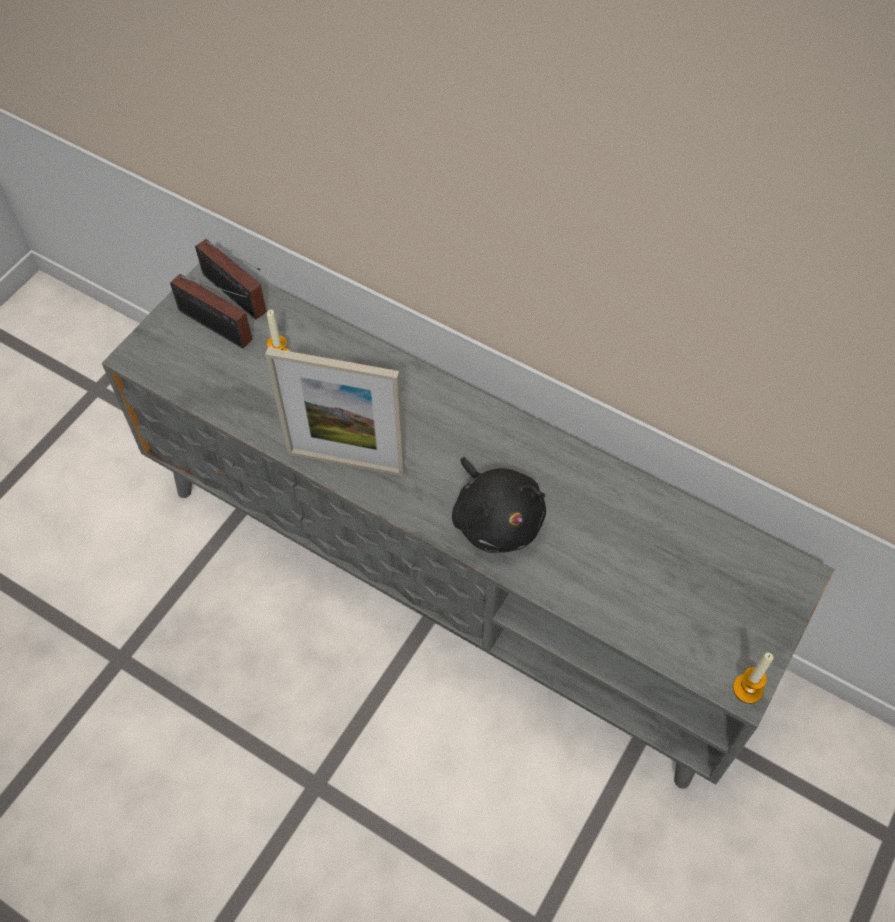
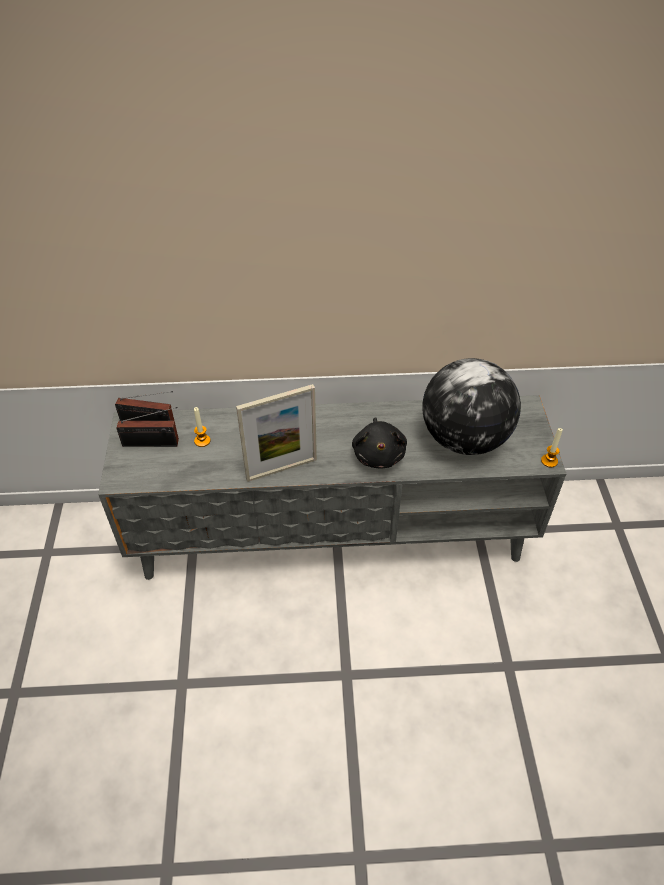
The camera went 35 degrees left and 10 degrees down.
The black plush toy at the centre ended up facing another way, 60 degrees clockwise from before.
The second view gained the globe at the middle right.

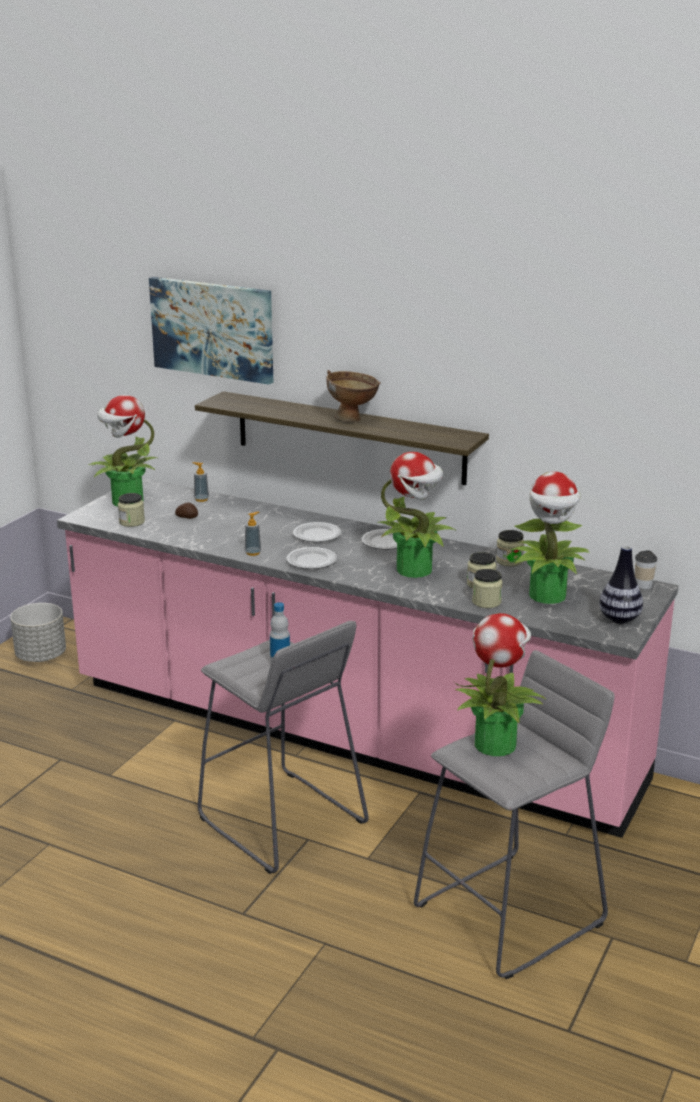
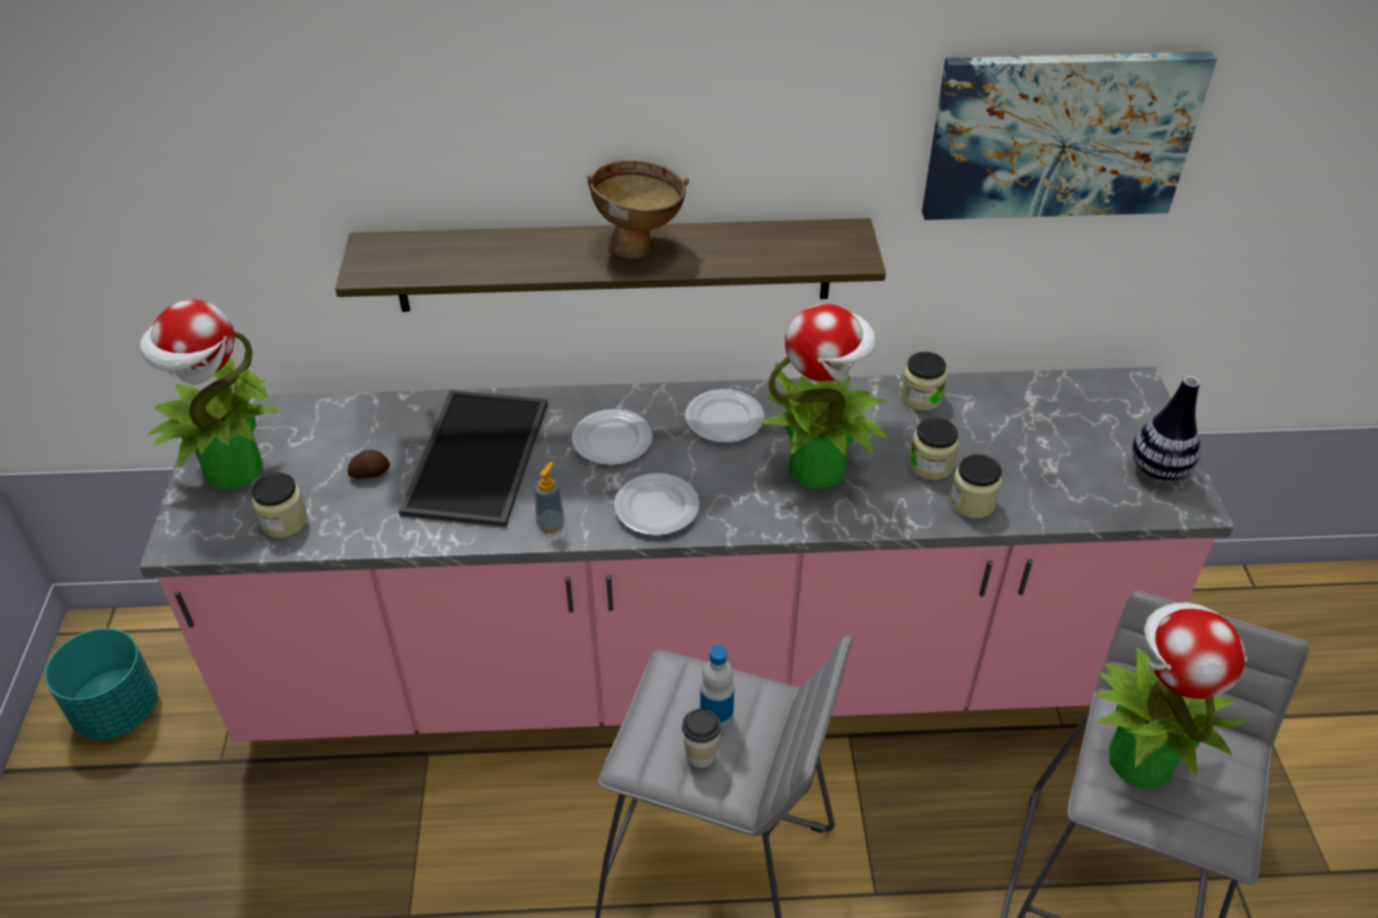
The camera went 30 degrees left and 20 degrees up.
What was the grey planter at the middle left turned into the turquoise planter at the bottom left.
The second view gained the tray at the centre.
The cup ended up elsewhere, having gone from the middle right to the bottom centre.
The picture ended up elsewhere, having gone from the top left to the top right.
The second view lost the soap dispenser (no. 1 from left) at the middle left.
The second view lost the potted plant (no. 4 from left) at the middle right.

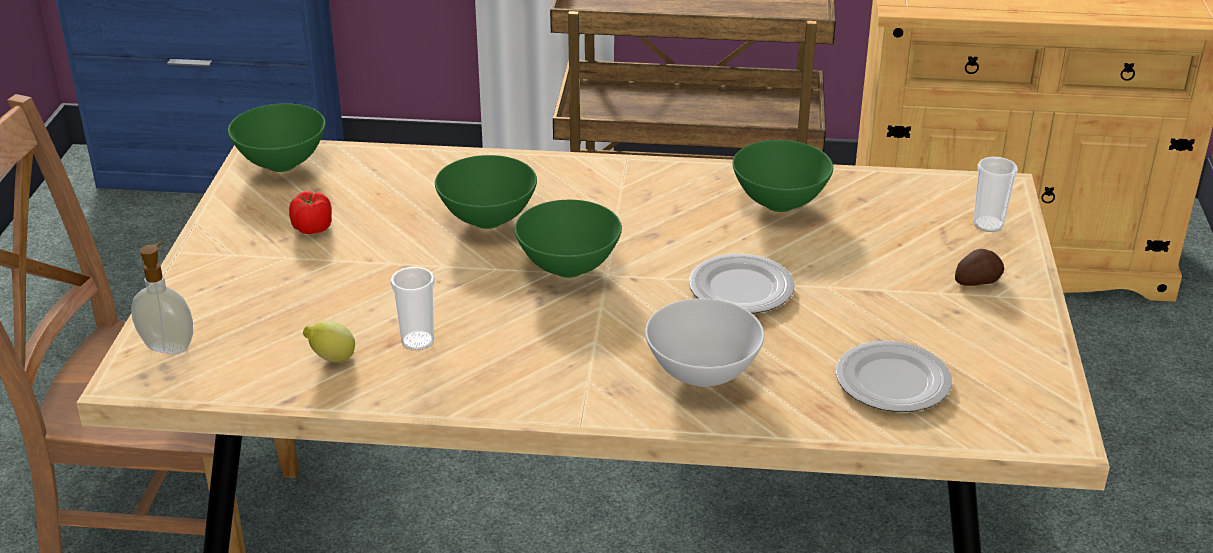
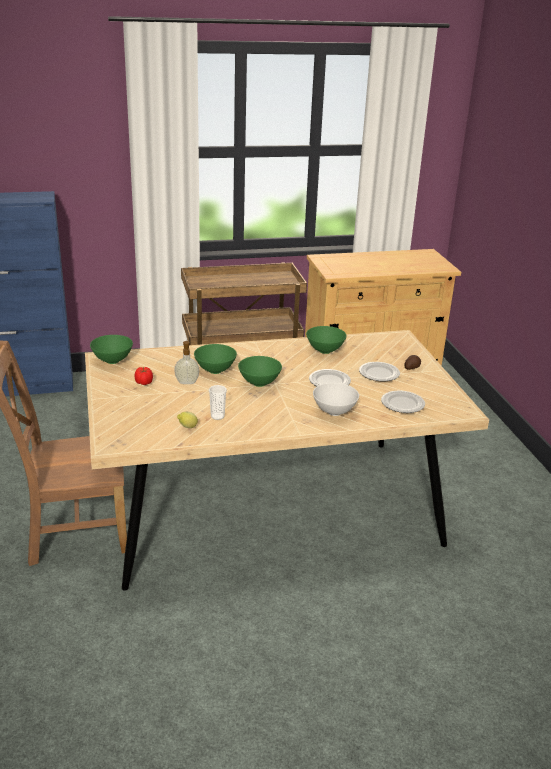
The camera went 20 degrees left and 5 degrees down.
The soap dispenser ended up elsewhere, having gone from the middle left to the centre.
The second view gained the plate (no. 2 from left) at the middle right.
The second view lost the cup (no. 2 from left) at the middle right.

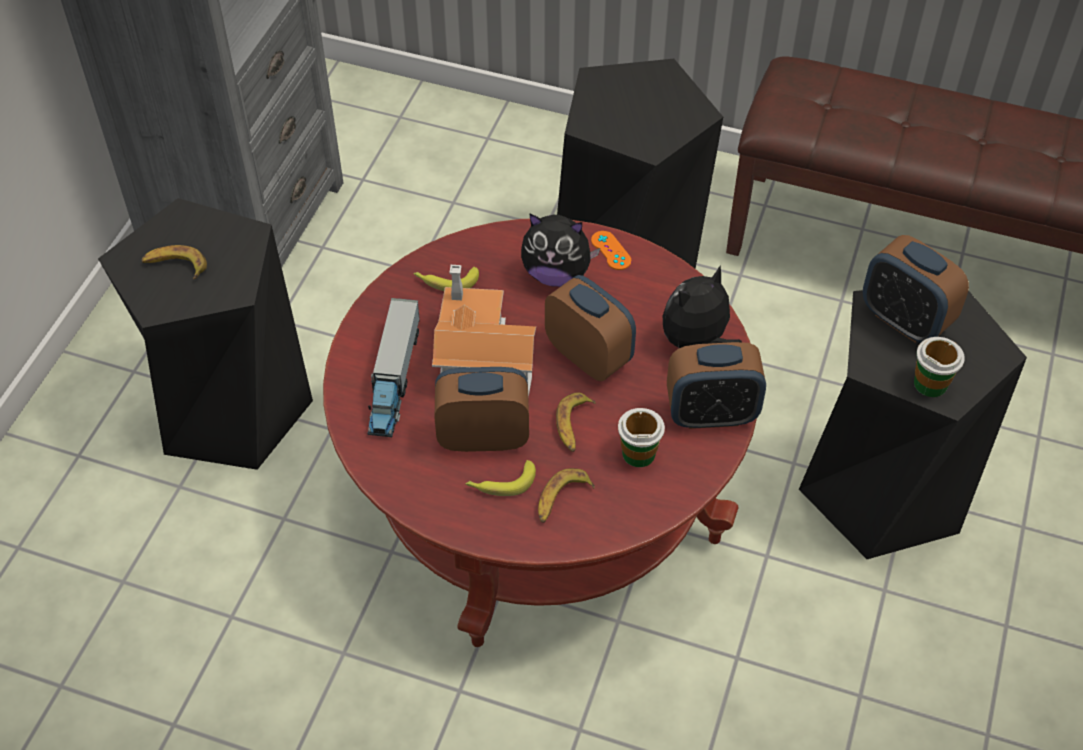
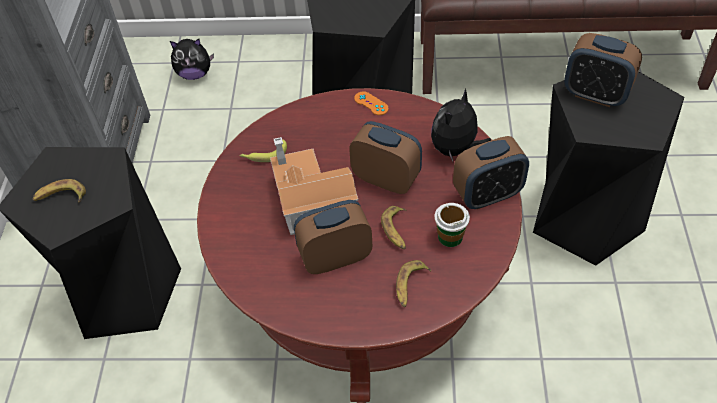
The camera went 15 degrees left and 0 degrees up.
The plush toy (no. 1 from left) ended up elsewhere, having gone from the centre to the top left.
The second view lost the toy truck at the centre.
The second view lost the banana (no. 3 from left) at the centre.
The second view lost the cup (no. 2 from left) at the middle right.

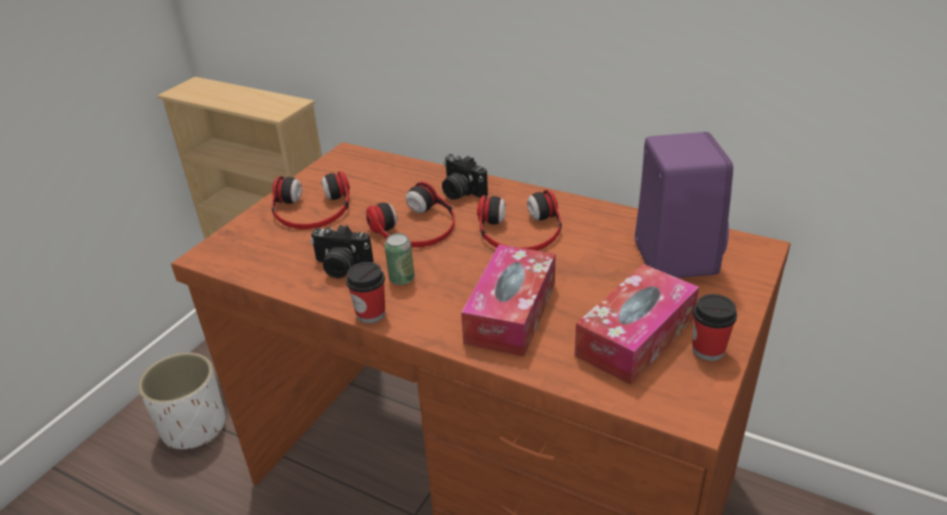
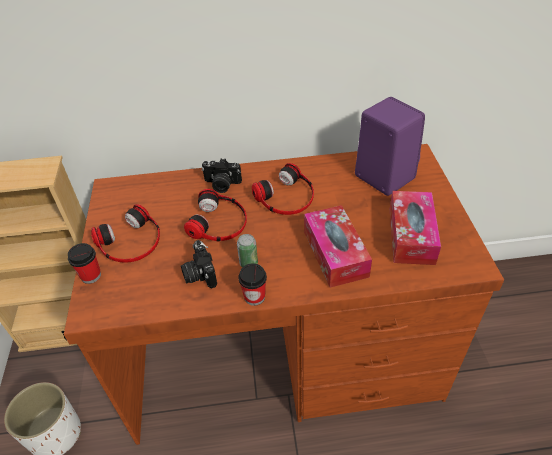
The camera went 35 degrees left and 10 degrees up.
The cup (no. 2 from left in the first image) ended up elsewhere, having gone from the middle right to the middle left.
The photo camera (no. 1 from left) at the centre ended up facing another way, 90 degrees clockwise from before.

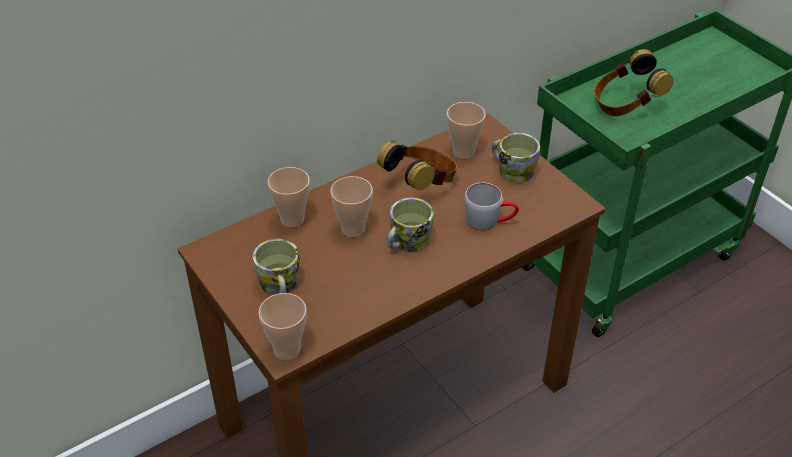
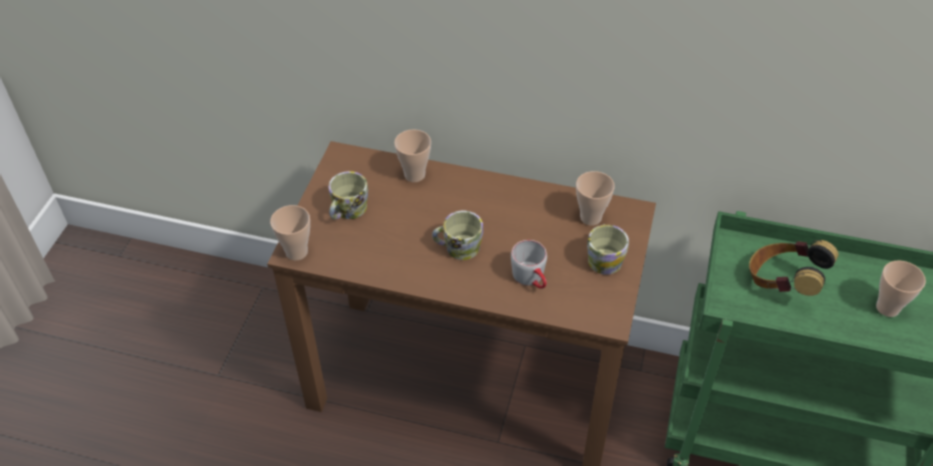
The camera went 50 degrees right and 5 degrees up.
The cup (no. 3 from left in the first image) ended up elsewhere, having gone from the centre to the middle right.
The second view lost the headphones (no. 1 from left) at the centre.

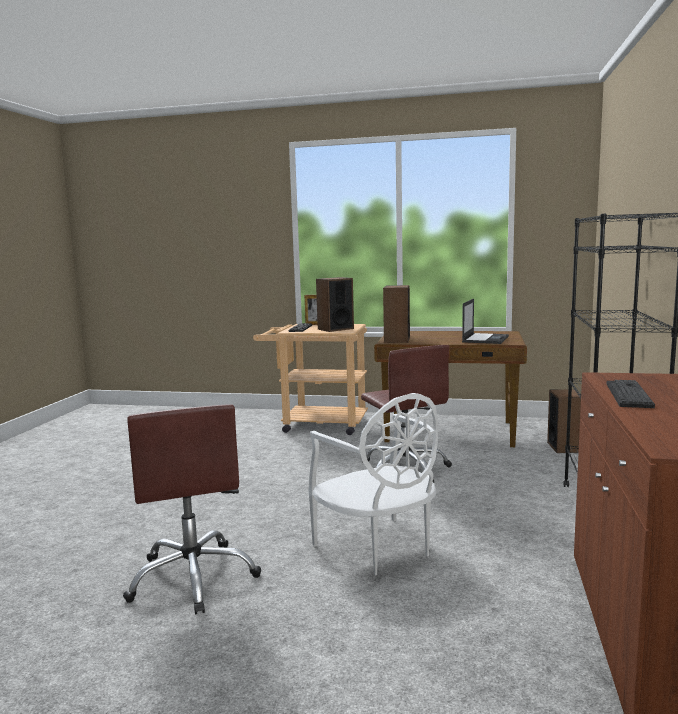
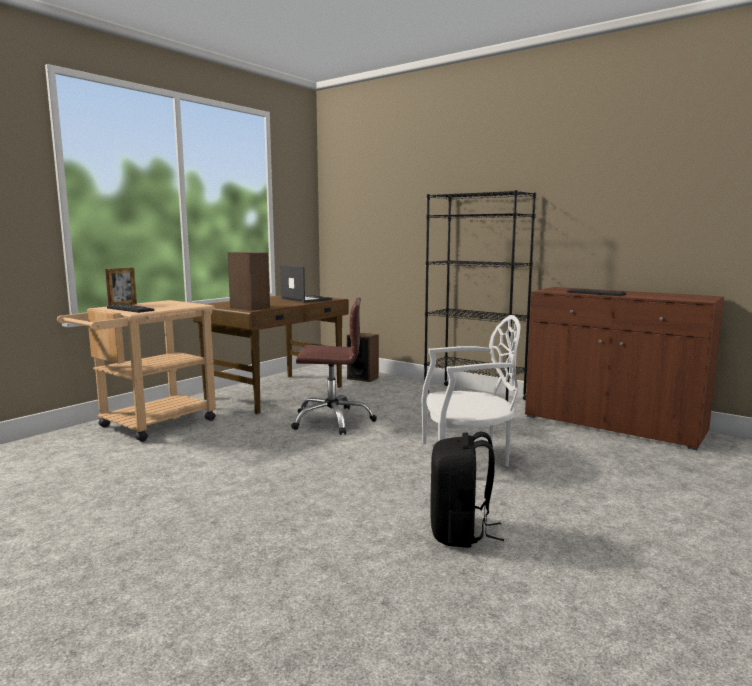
The camera went 65 degrees left and 0 degrees up.
Where the brown office chair (no. 1 from left) stood at the bottom left, the black backpack came to stand at the bottom centre.
The second view lost the speaker (no. 1 from left) at the centre.

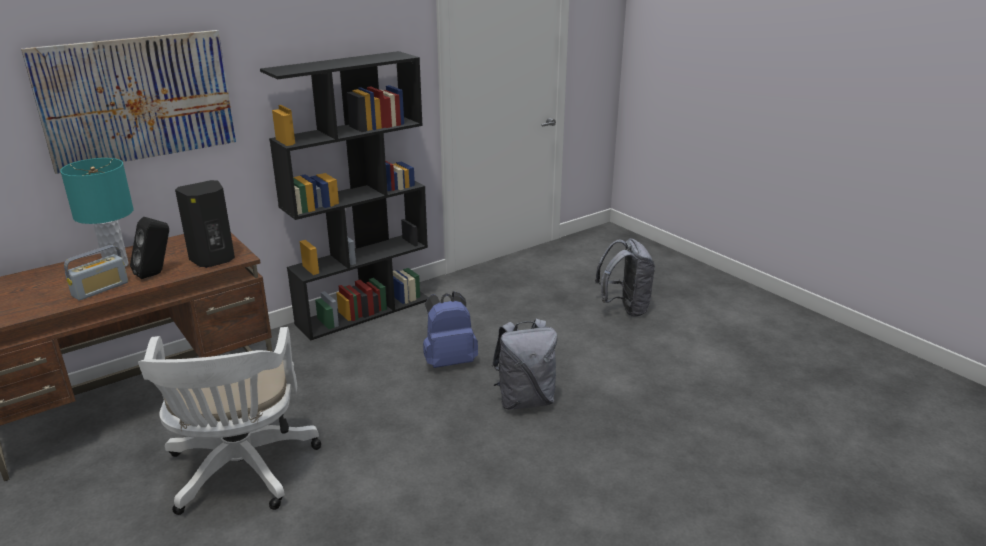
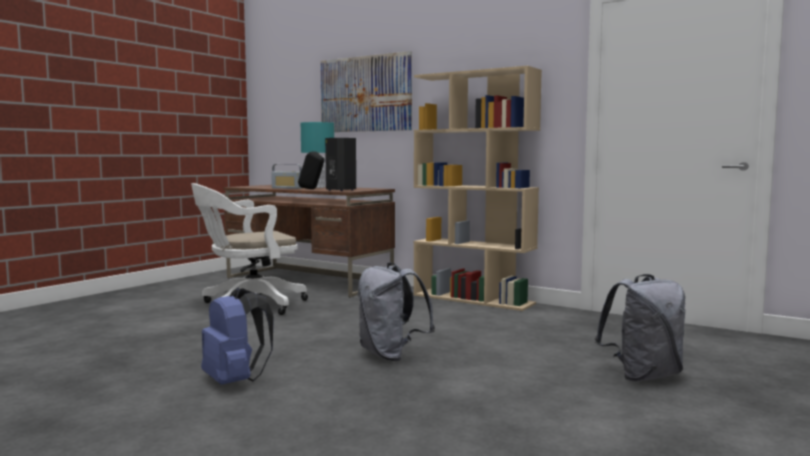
The camera went 70 degrees right and 20 degrees down.
The blue backpack ended up elsewhere, having gone from the centre to the bottom left.
What was the black bookcase at the centre turned into the beige bookcase at the centre.

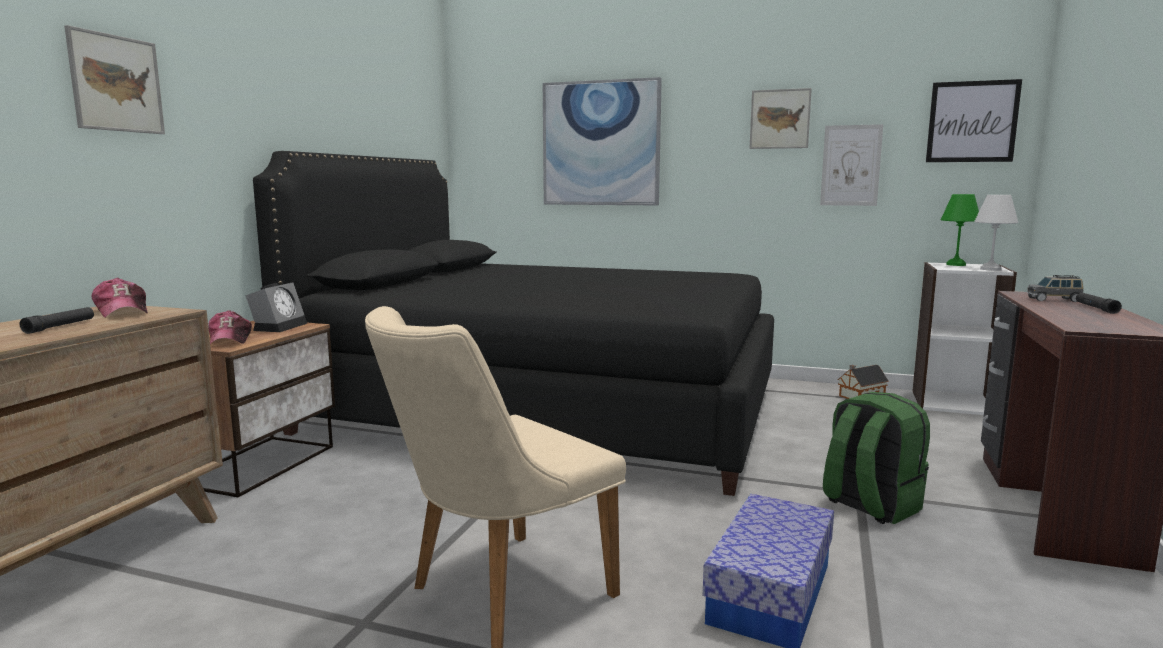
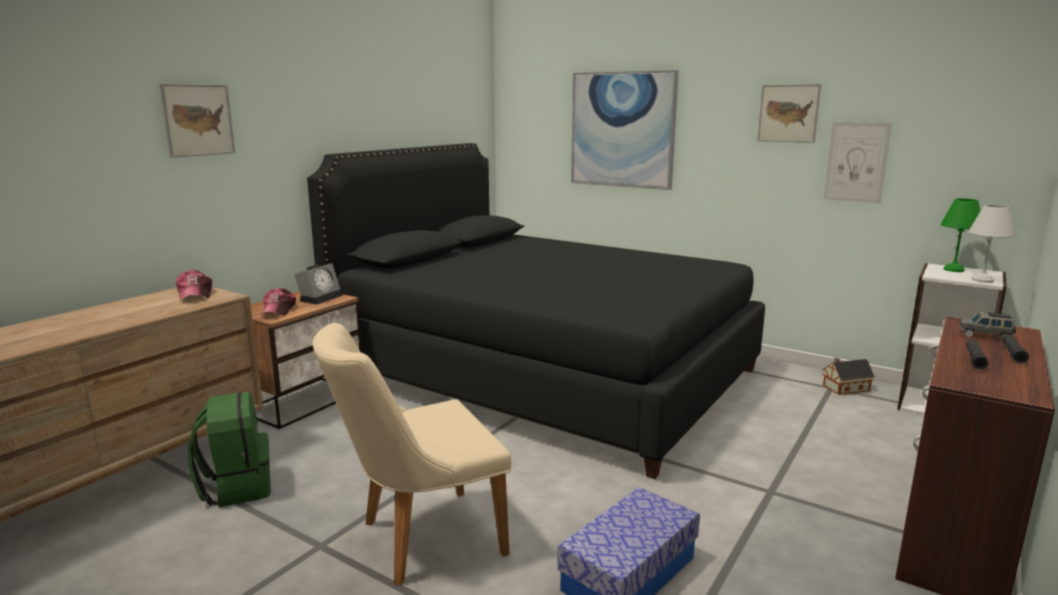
The camera went 15 degrees right and 5 degrees up.
The green backpack ended up elsewhere, having gone from the bottom right to the bottom left.
The black flashlight (no. 1 from left) ended up elsewhere, having gone from the middle left to the middle right.
The second view lost the picture (no. 5 from left) at the top right.

